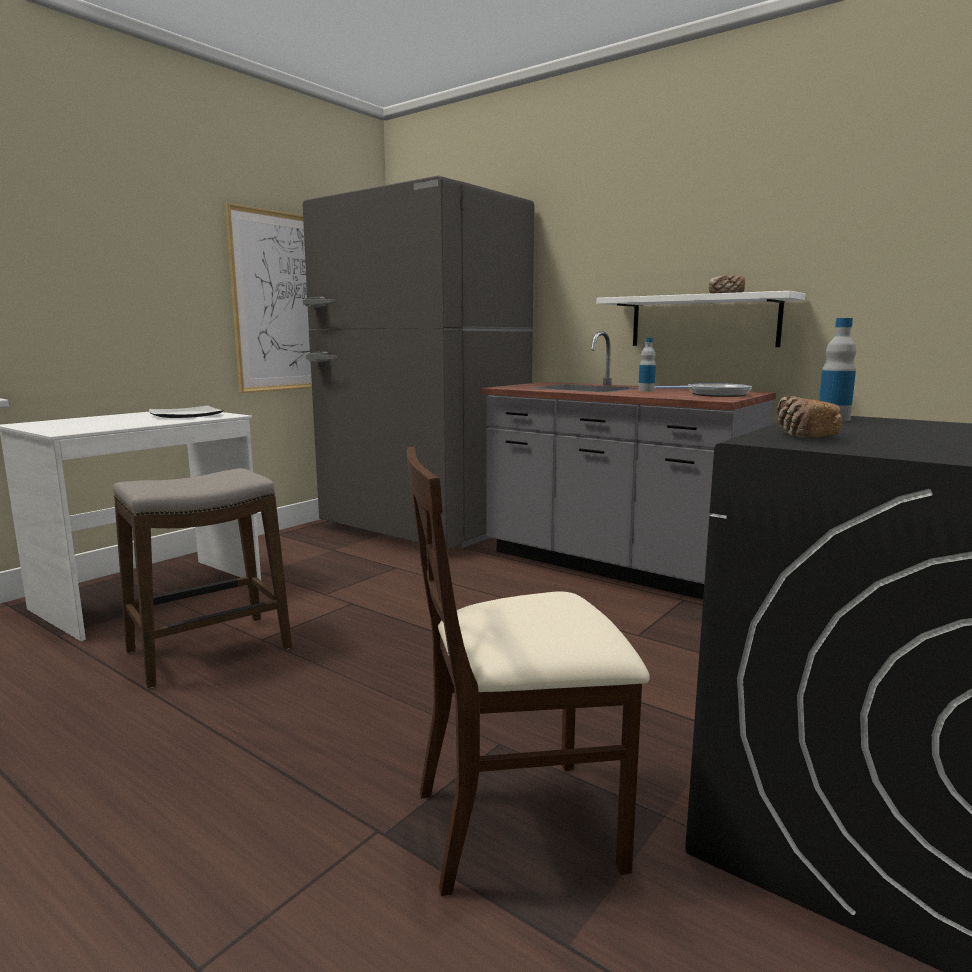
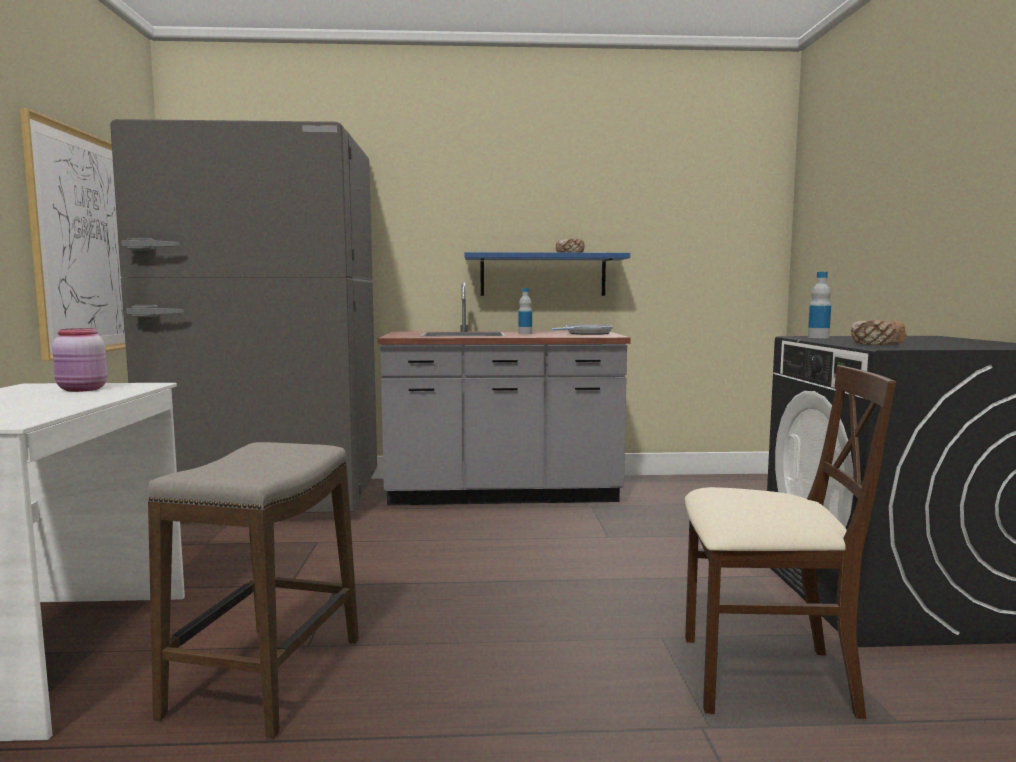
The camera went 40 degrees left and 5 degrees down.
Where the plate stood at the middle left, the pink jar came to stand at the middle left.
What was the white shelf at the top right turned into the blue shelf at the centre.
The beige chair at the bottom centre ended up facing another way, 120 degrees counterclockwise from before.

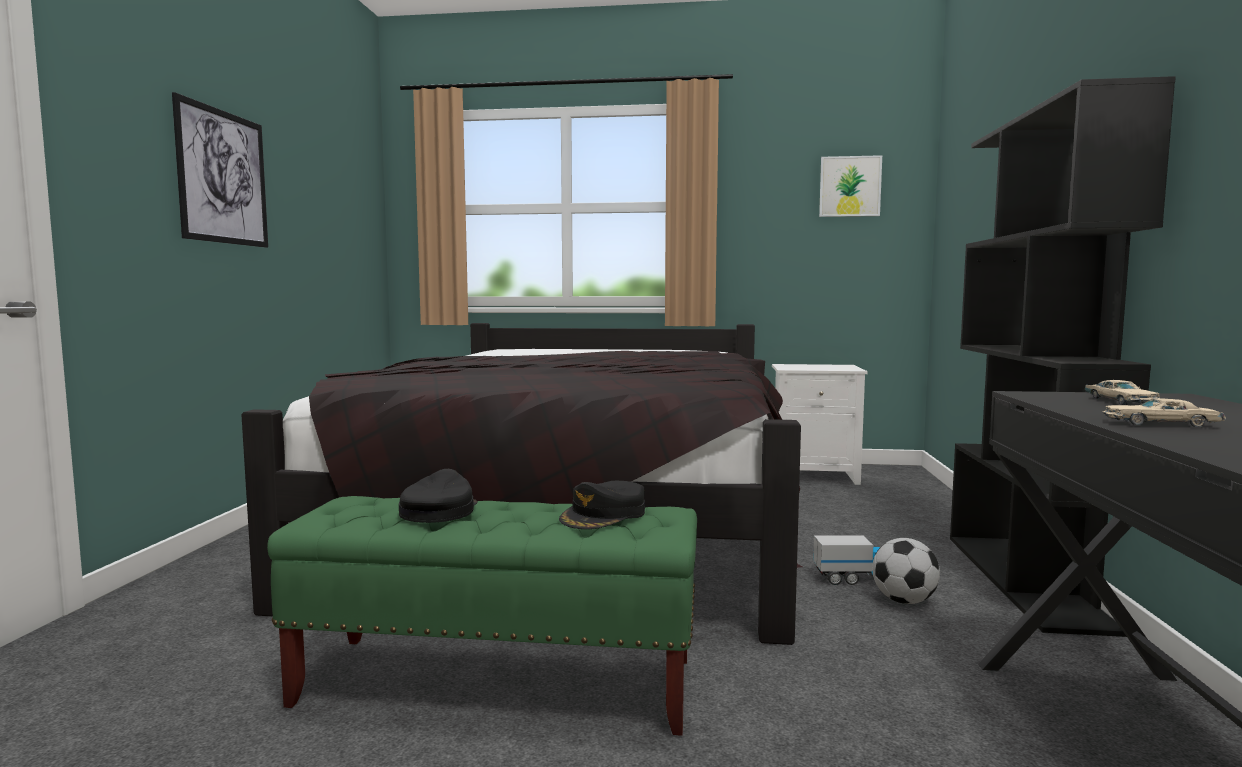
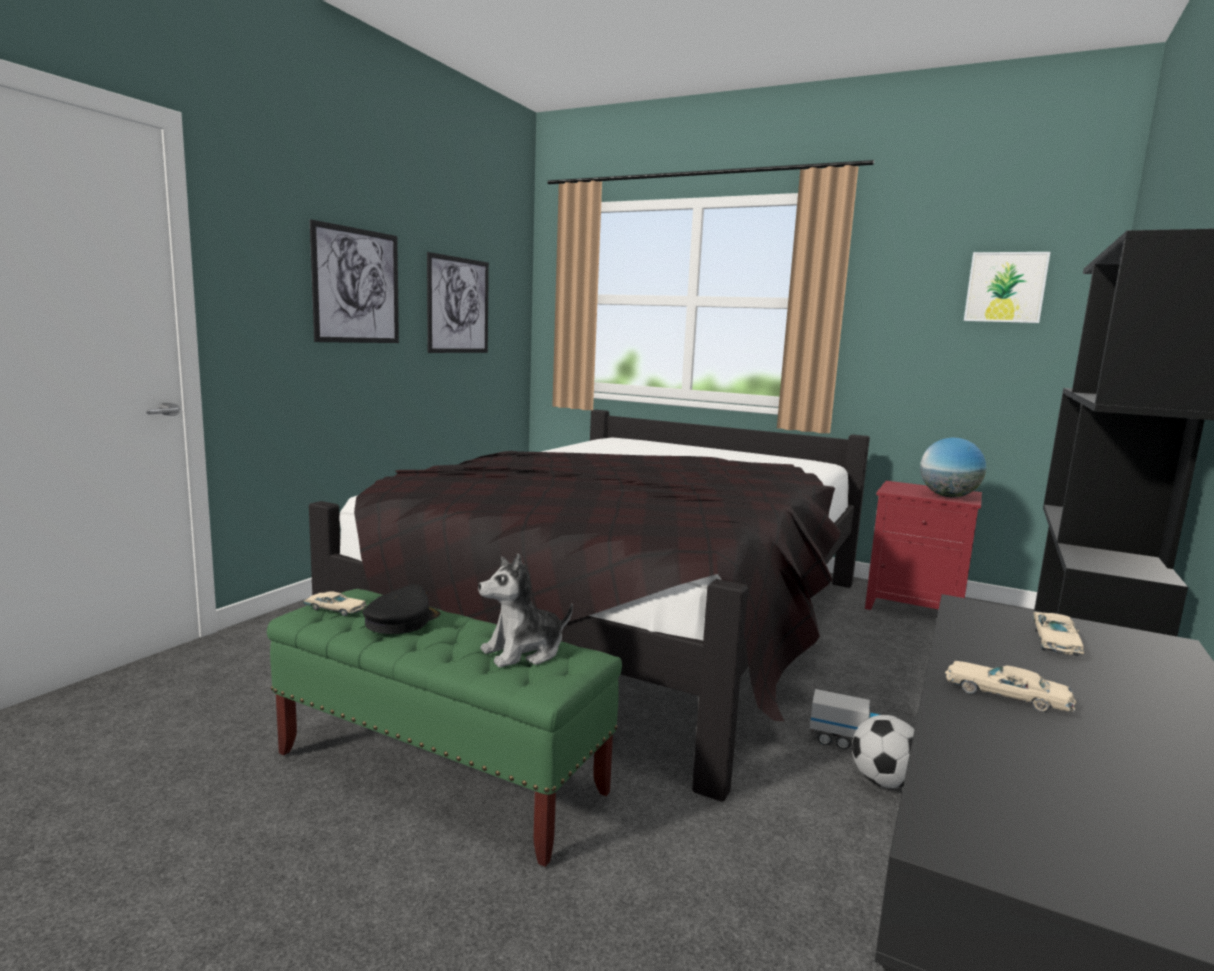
The camera went 20 degrees right and 5 degrees up.
The second view gained the beige toy car (no. 1 from left) at the middle left.
The second view gained the picture (no. 2 from left) at the top centre.
Where the black cap (no. 2 from left) stood at the centre, the plush toy came to stand at the centre.
What was the white nightstand at the centre turned into the red nightstand at the middle right.
The second view gained the globe at the middle right.

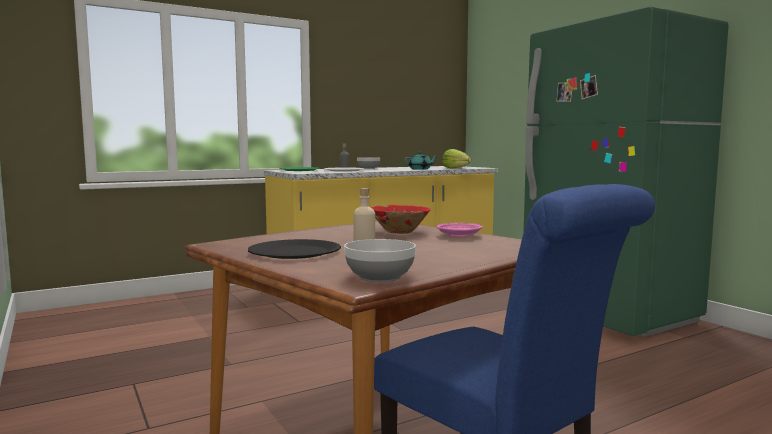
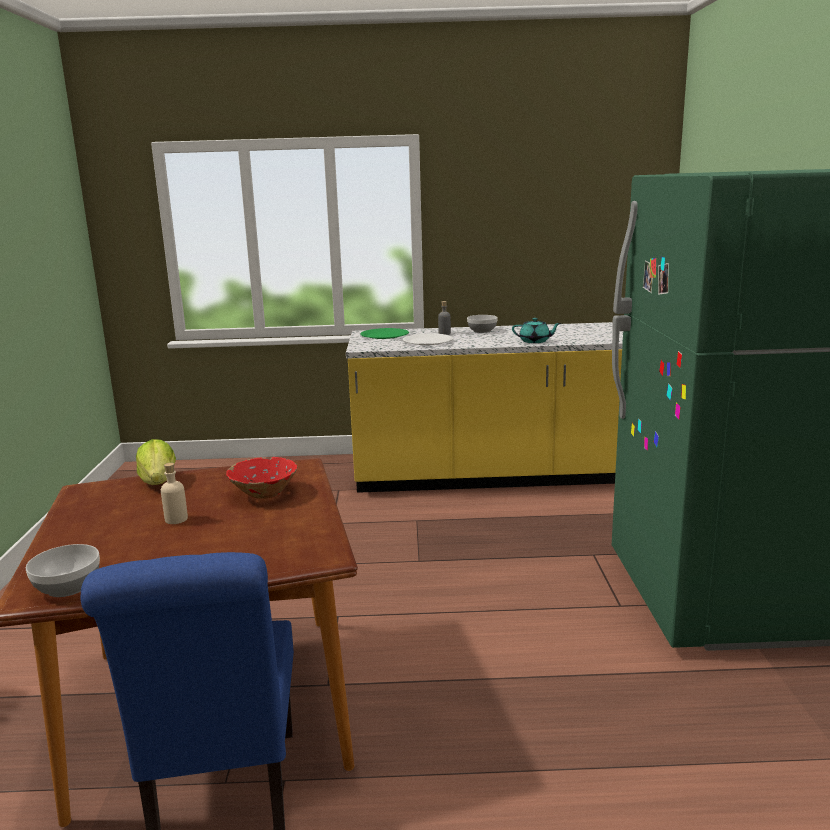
The camera went 30 degrees right and 10 degrees up.
The lettuce ended up elsewhere, having gone from the centre to the middle left.
The second view lost the black plate at the centre.
The second view lost the pink plate at the centre.

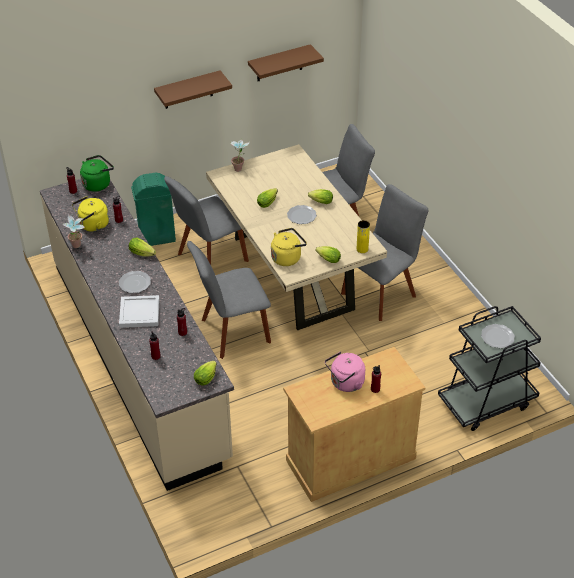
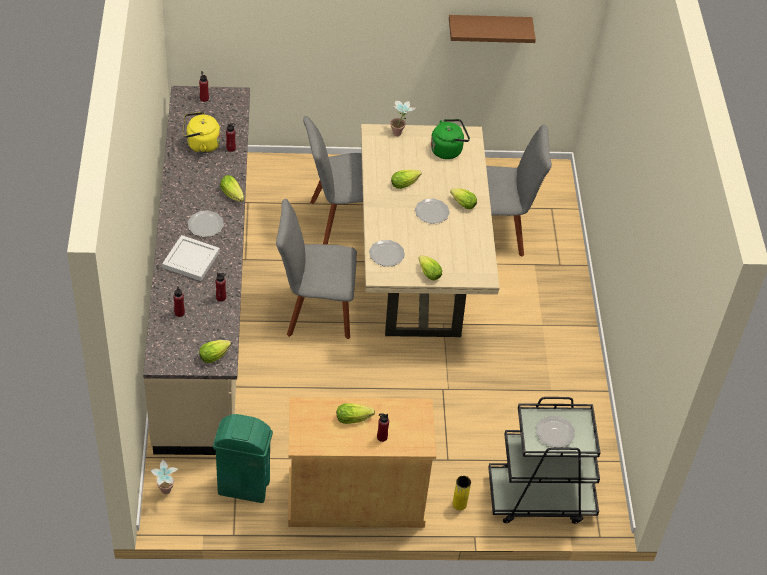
The camera went 20 degrees right and 5 degrees up.
The potted plant (no. 1 from left) ended up elsewhere, having gone from the middle left to the bottom left.
The green trash can ended up elsewhere, having gone from the middle left to the bottom left.
Where the pink kettle stood at the centre, the lettuce (no. 3 from left) came to stand at the bottom centre.
Where the yellow kettle (no. 2 from left) stood at the centre, the plate (no. 2 from left) came to stand at the centre.
The green kettle ended up elsewhere, having gone from the top left to the top centre.
The yellow vase ended up elsewhere, having gone from the centre to the bottom centre.
The second view lost the brown shelf (no. 1 from left) at the top centre.
The second view lost the grey chair (no. 4 from left) at the middle right.

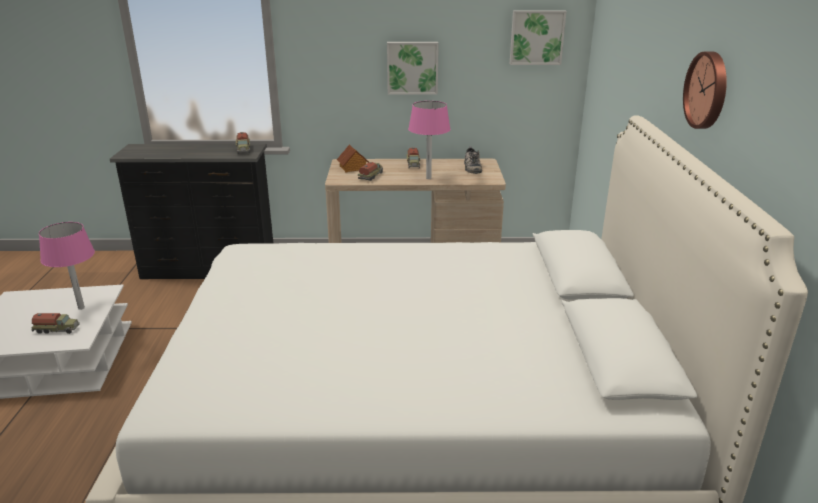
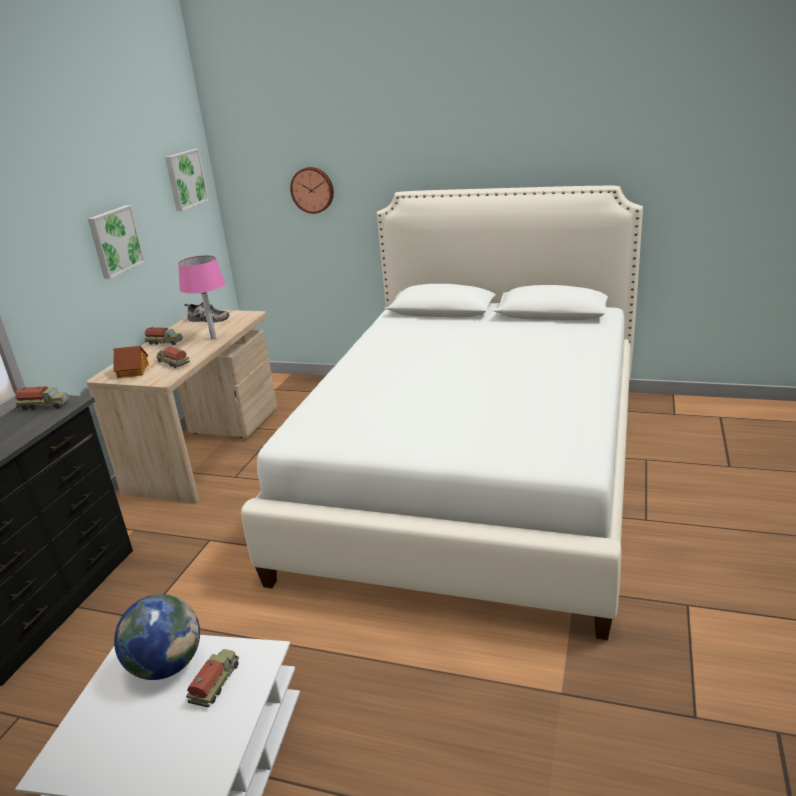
The camera went 70 degrees left and 0 degrees up.
Where the pink table lamp (no. 1 from left) stood at the middle left, the globe came to stand at the bottom left.
The wall clock ended up elsewhere, having gone from the top right to the top centre.

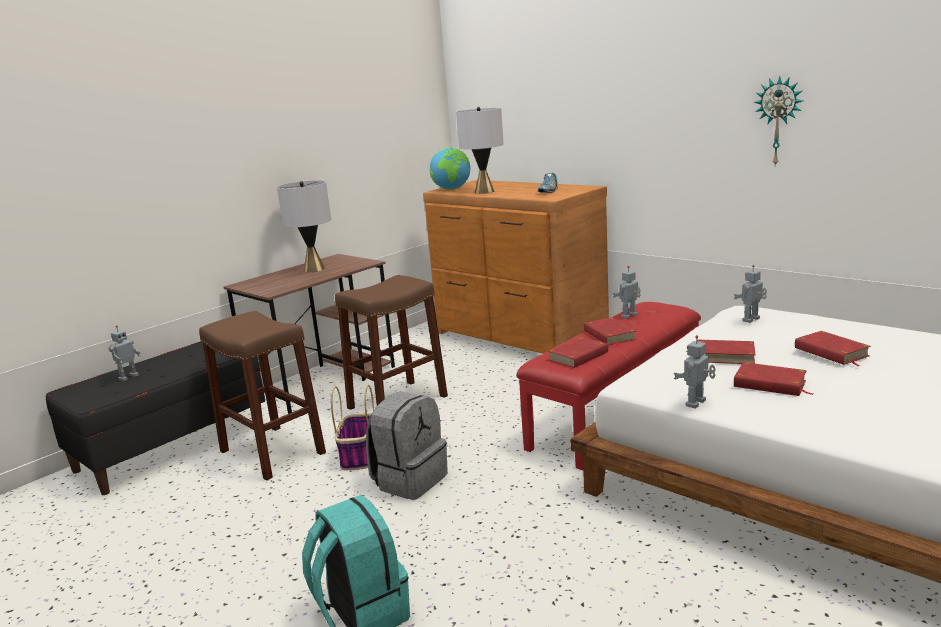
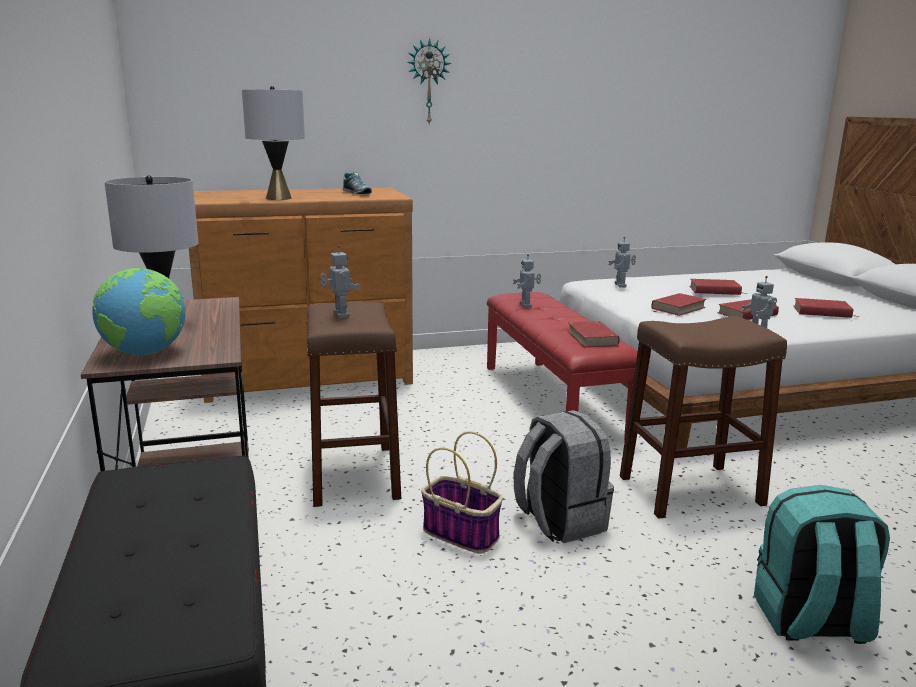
The camera went 60 degrees left and 0 degrees up.
The globe ended up elsewhere, having gone from the top centre to the middle left.
The toy robot (no. 1 from left) ended up elsewhere, having gone from the middle left to the centre.
The wall clock ended up elsewhere, having gone from the top right to the top centre.
The brown stool (no. 1 from left in the first image) ended up elsewhere, having gone from the middle left to the middle right.
The red book (no. 2 from left in the first image) ended up elsewhere, having gone from the centre to the middle right.

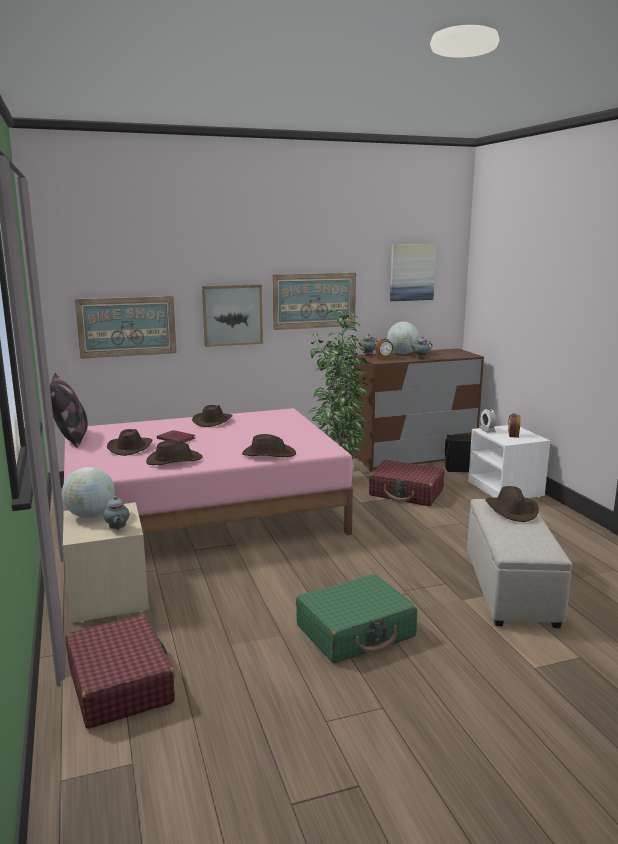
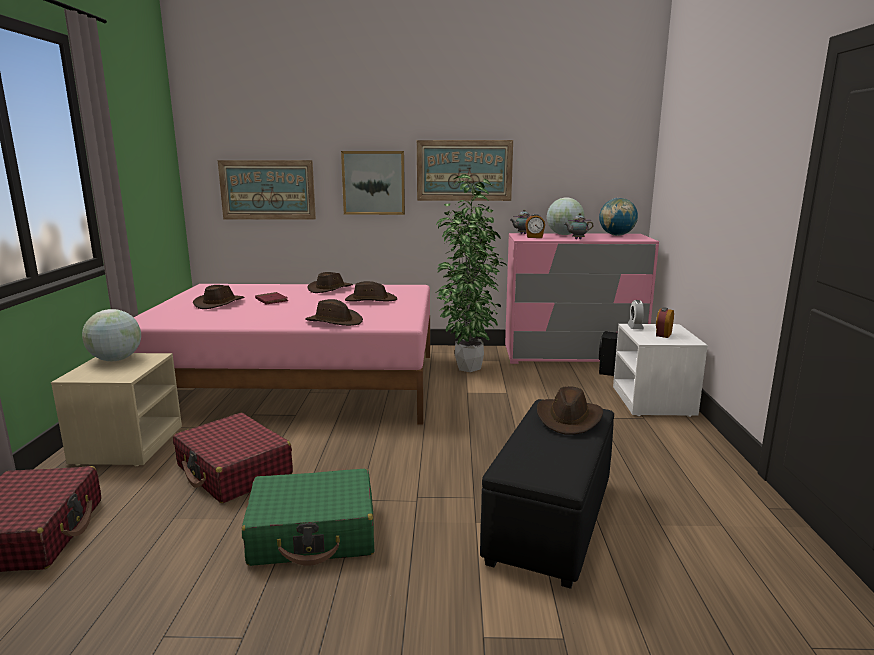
The camera went 20 degrees right and 0 degrees up.
The red suitcase (no. 2 from left) ended up elsewhere, having gone from the centre to the bottom left.
The brown hat (no. 2 from left in the first image) ended up elsewhere, having gone from the middle left to the centre.
What was the beige ottoman at the bottom right turned into the black ottoman at the bottom centre.
What was the brown dresser at the middle right turned into the pink dresser at the centre.
The second view gained the globe (no. 3 from left) at the top right.
The second view lost the pillow at the middle left.
The second view lost the teapot (no. 1 from left) at the middle left.
The second view lost the picture (no. 4 from left) at the top right.

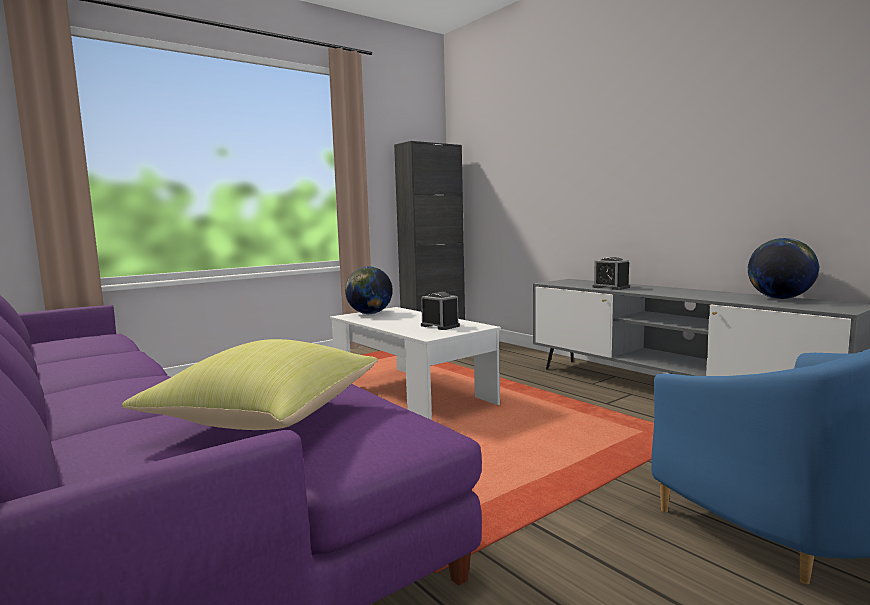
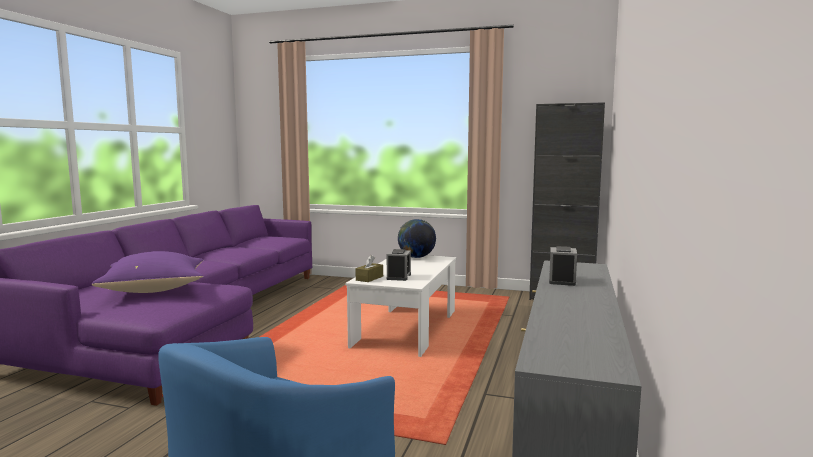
The camera went 55 degrees right and 0 degrees up.
What was the yellow pillow at the middle left turned into the purple pillow at the middle left.
The second view gained the brown tissue box at the centre.
The second view lost the globe (no. 2 from left) at the middle right.

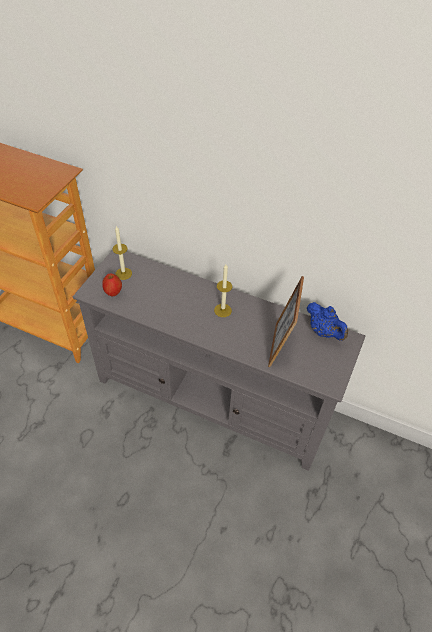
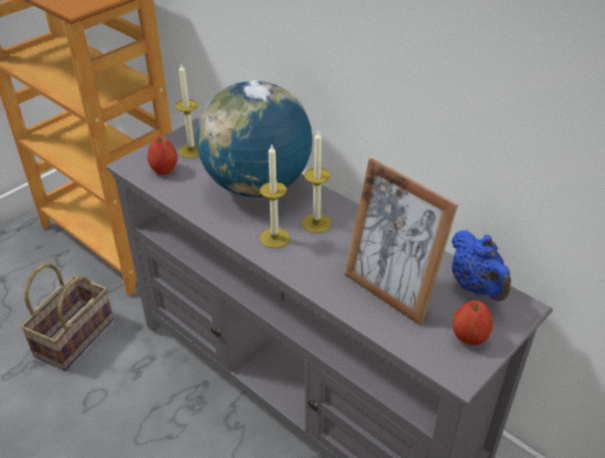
The camera went 20 degrees right and 10 degrees down.
The second view gained the basket at the bottom left.
The second view gained the globe at the top centre.
The second view gained the candle (no. 2 from left) at the centre.
The picture frame at the centre ended up facing another way, 75 degrees counterclockwise from before.
The second view gained the apple (no. 2 from left) at the bottom right.

